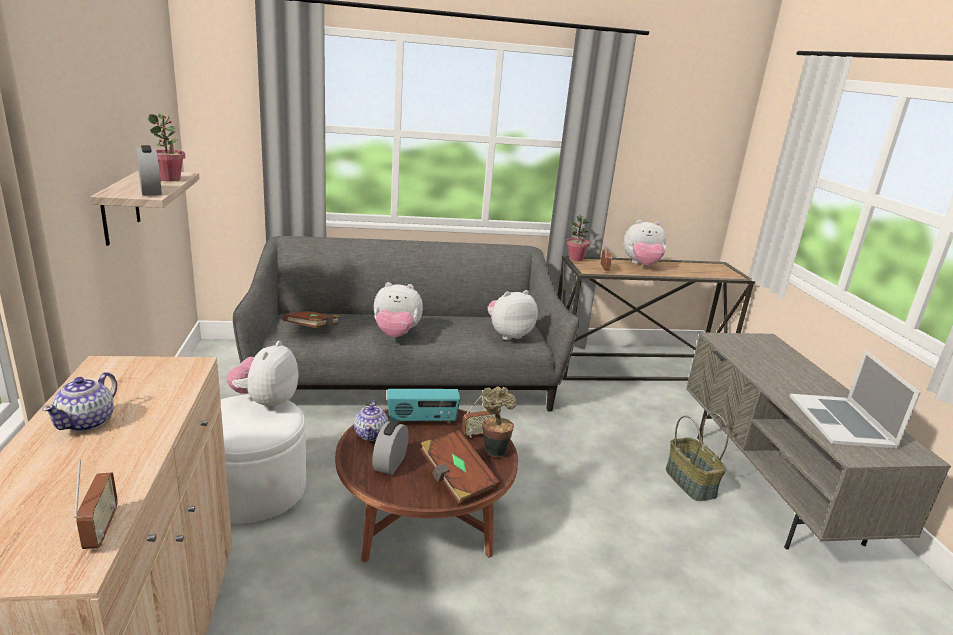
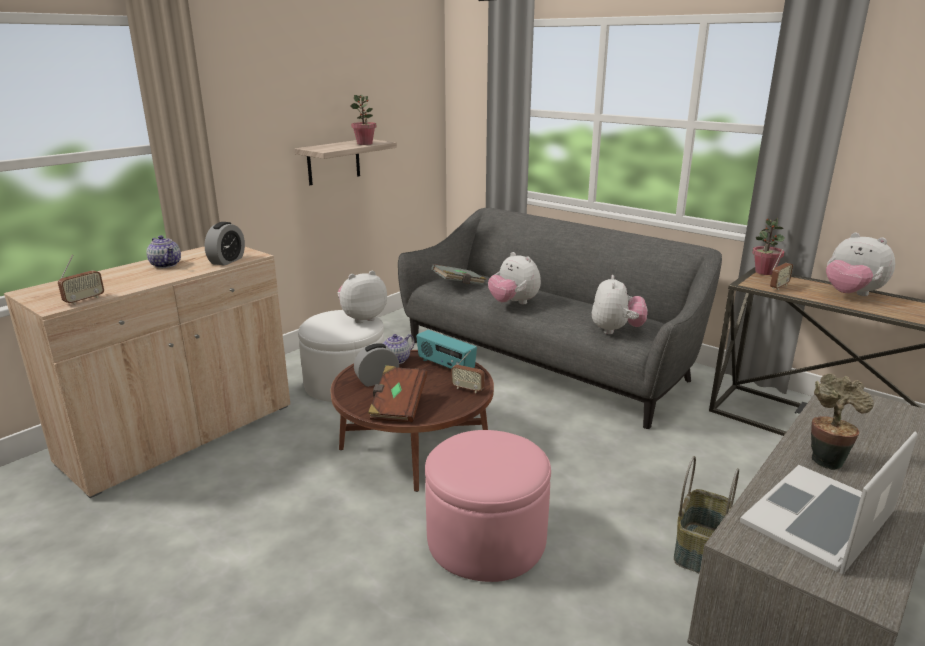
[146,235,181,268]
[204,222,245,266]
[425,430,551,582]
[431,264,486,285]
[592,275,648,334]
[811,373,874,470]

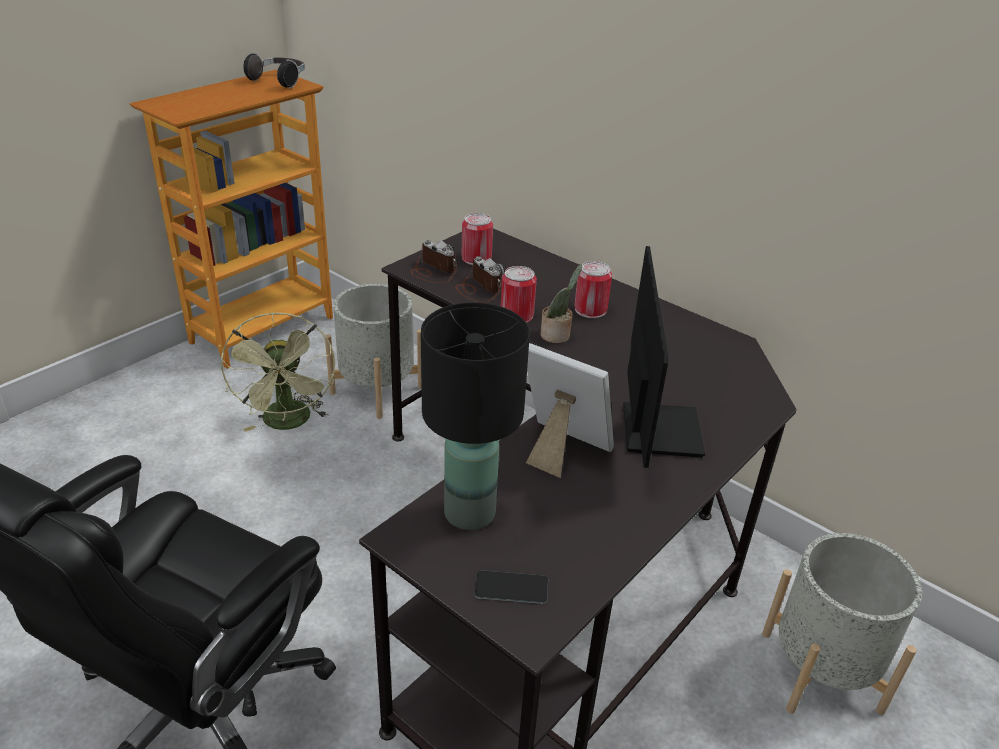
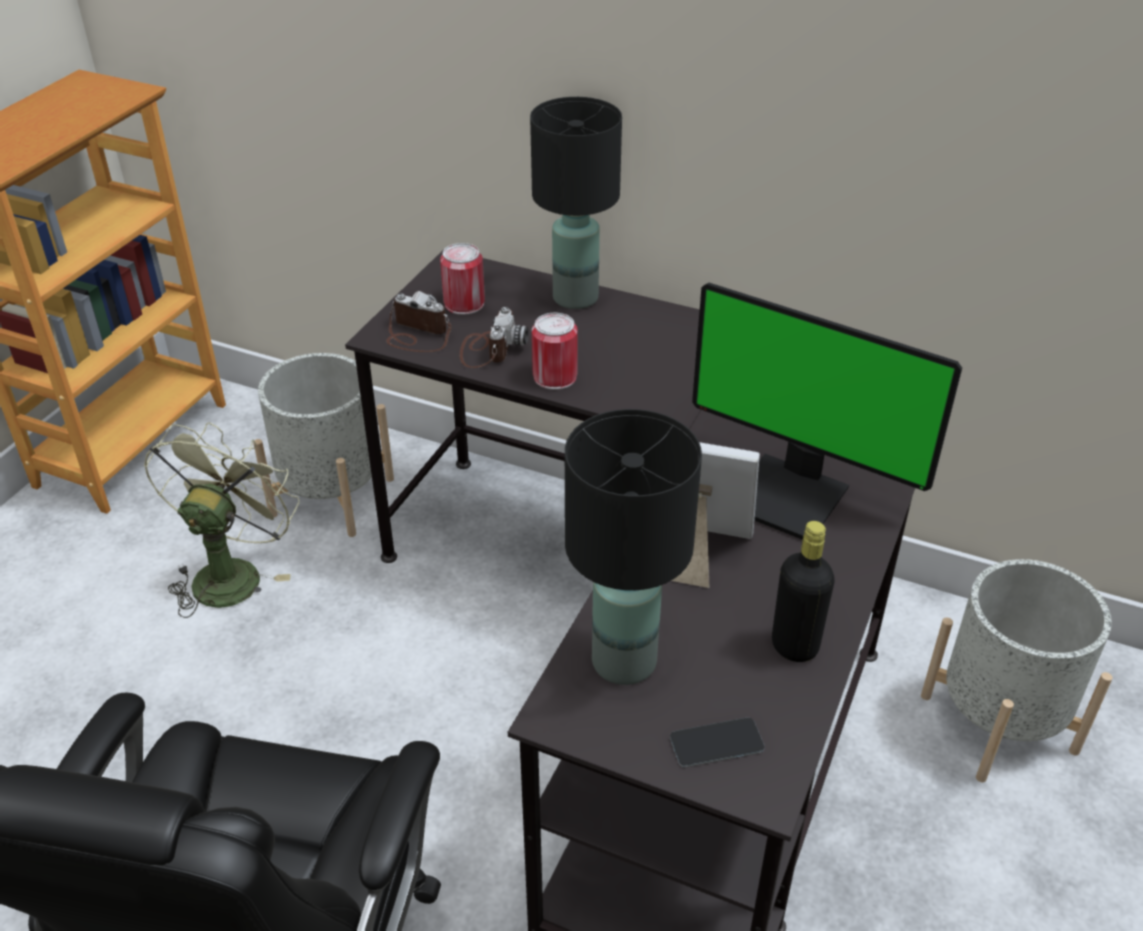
[144,423,300,618]
[460,307,528,368]
[530,97,622,309]
[692,283,962,540]
[772,521,835,662]
[243,52,305,88] (first image)
[541,264,582,343] (first image)
[575,261,612,318] (first image)

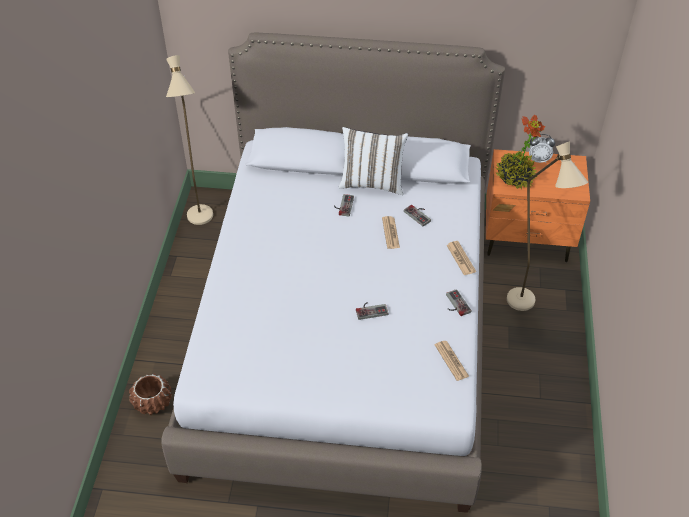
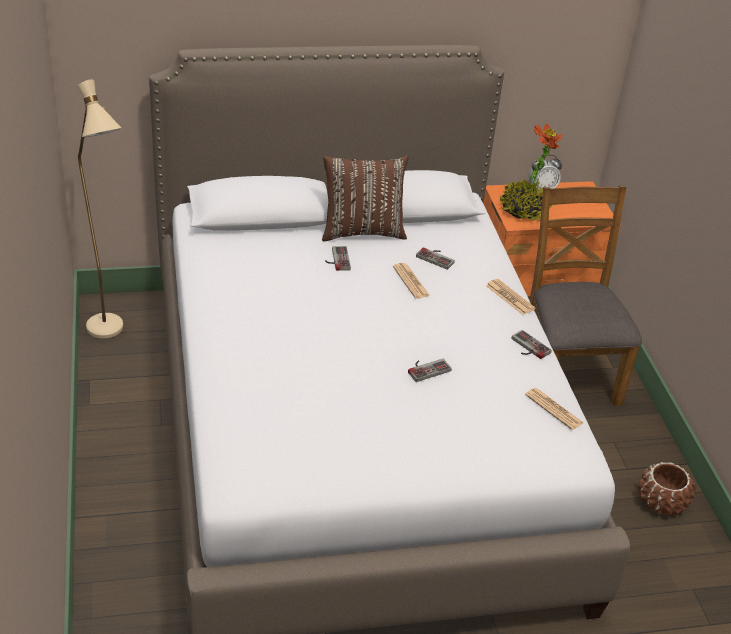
[322,155,409,242]
[529,186,642,406]
[638,462,696,515]

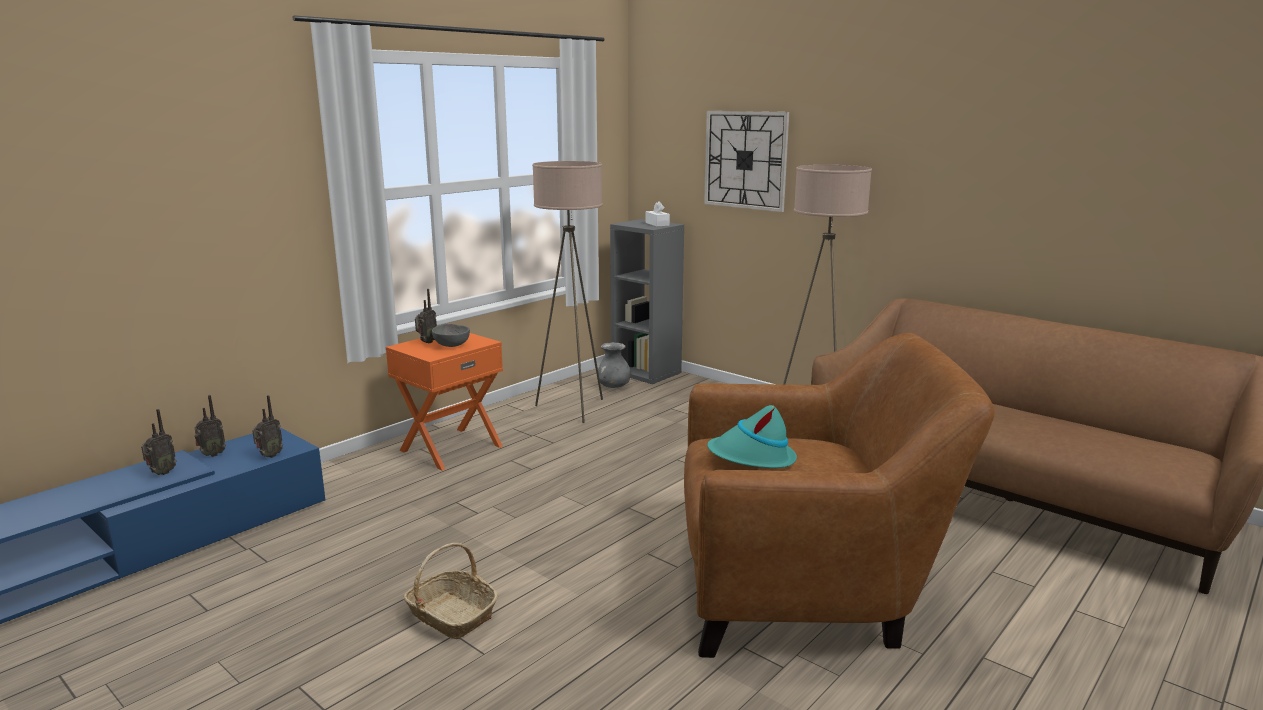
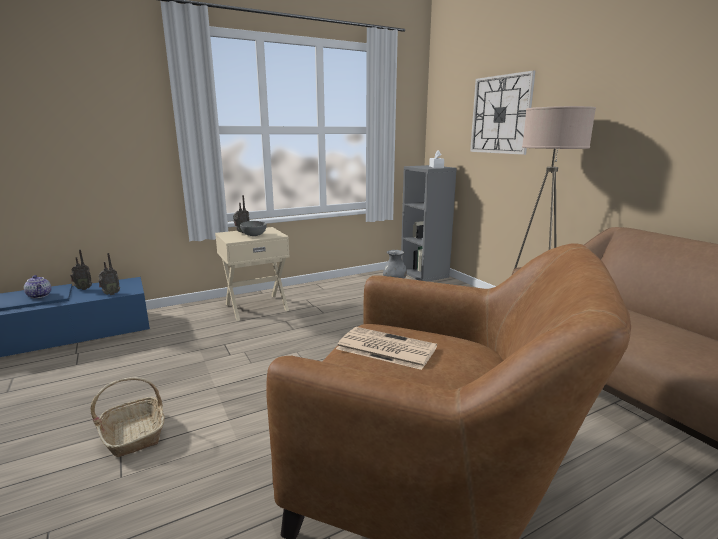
[24,275,51,298]
[215,227,290,321]
[336,327,437,370]
[532,161,603,423] (first image)

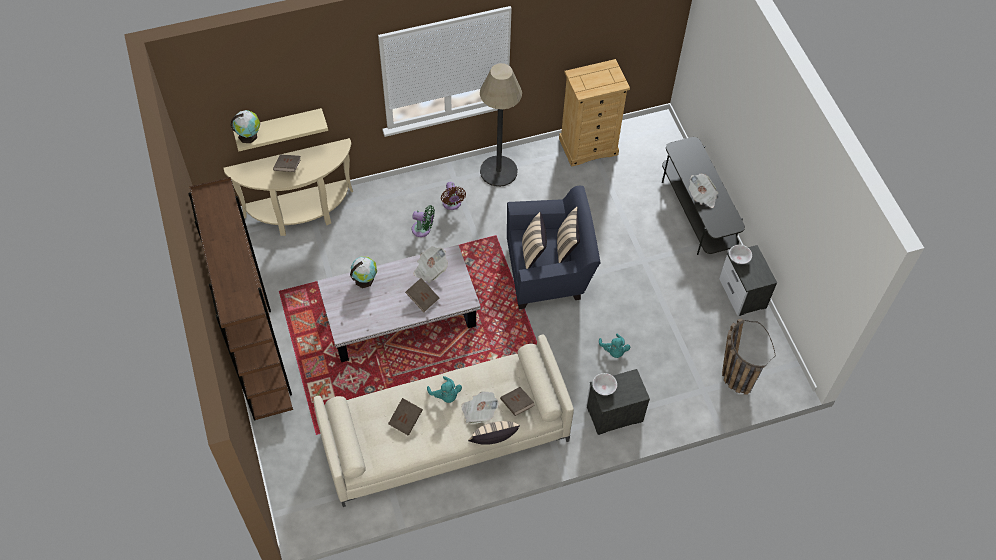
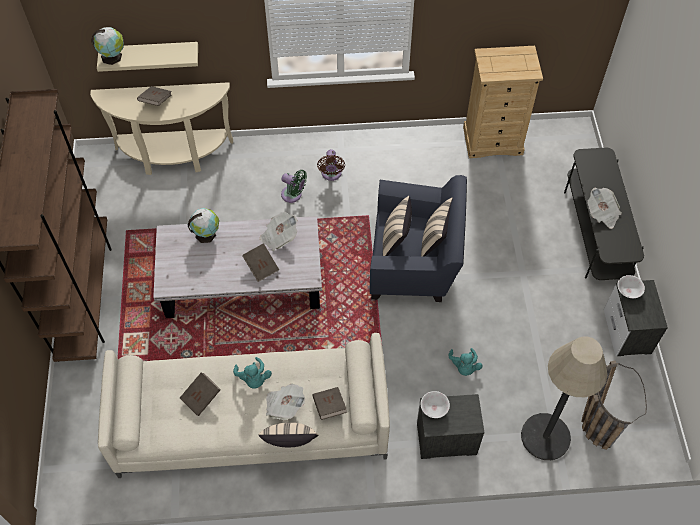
[521,336,607,460]

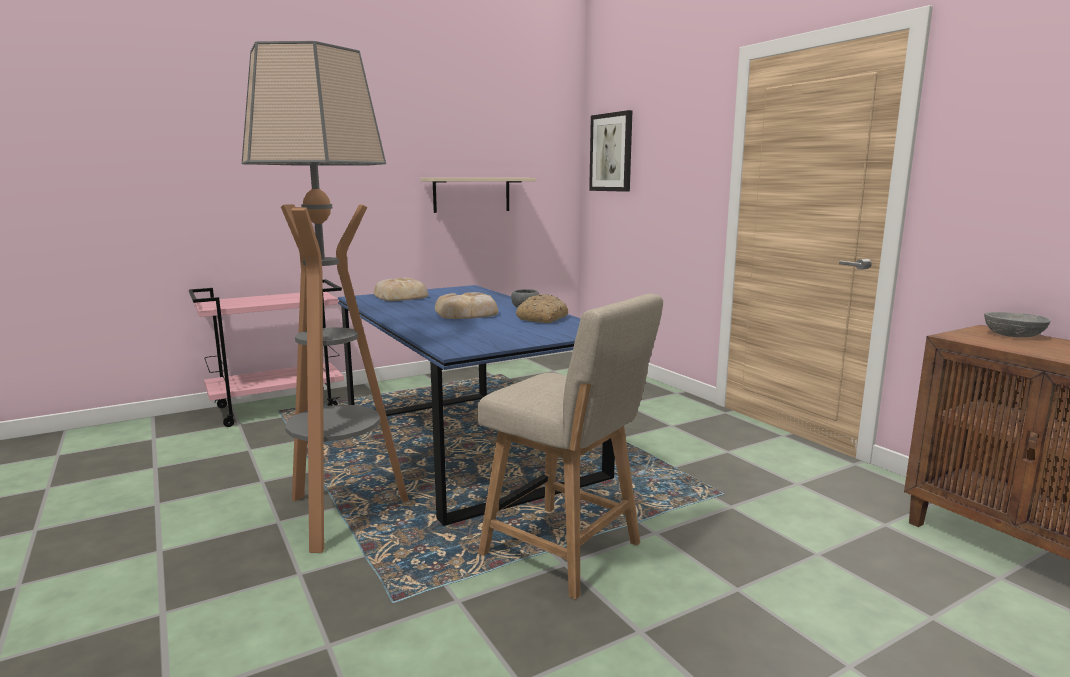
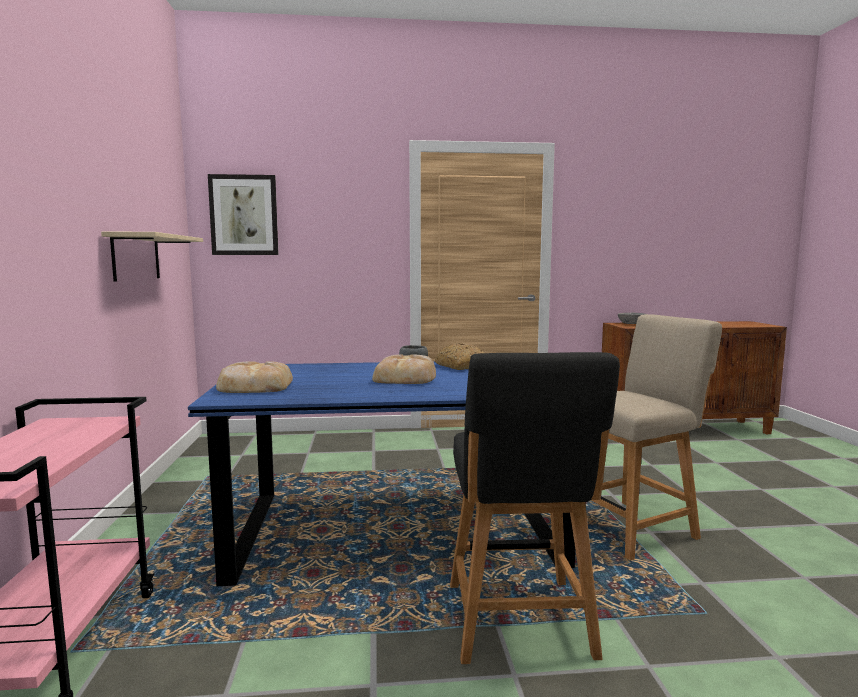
[450,352,620,664]

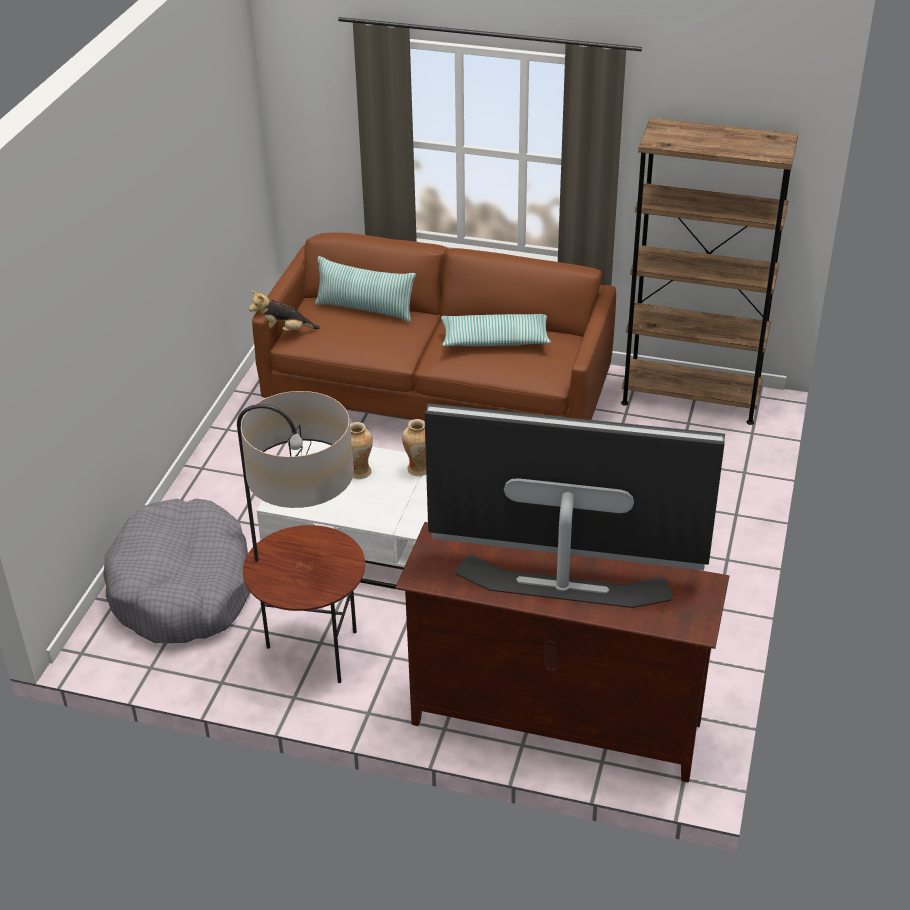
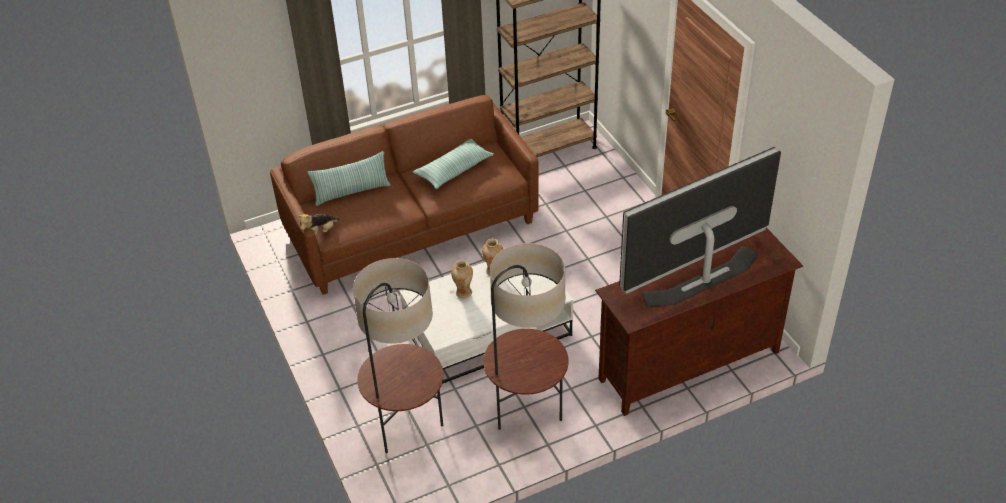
[353,258,443,453]

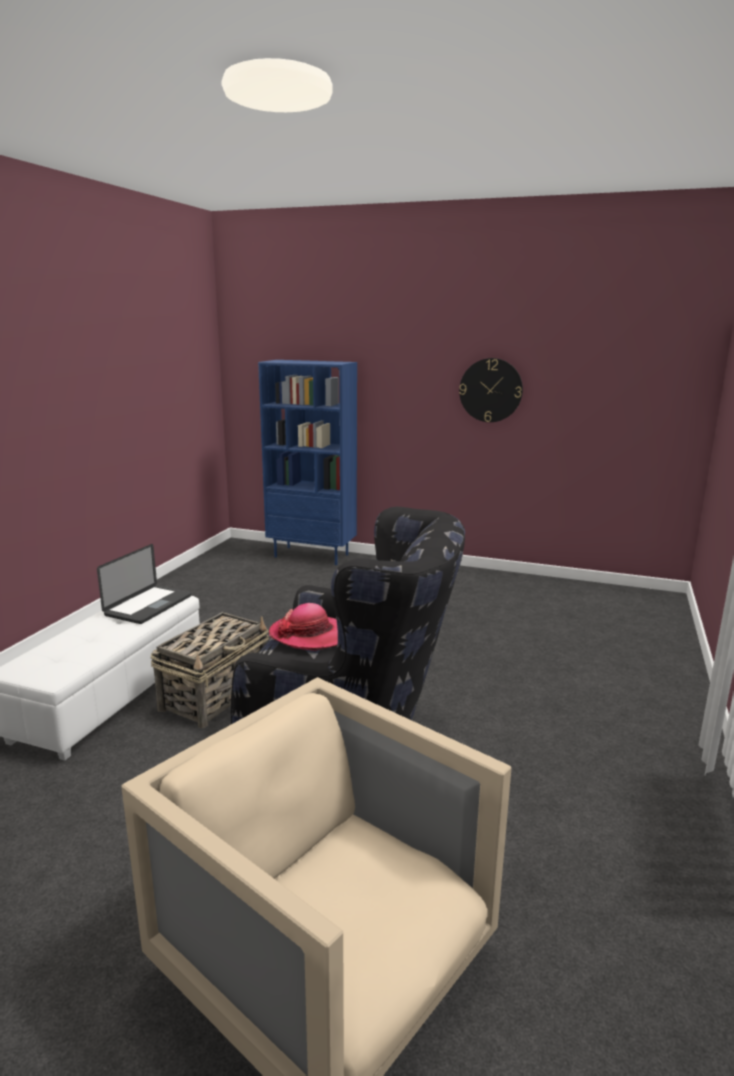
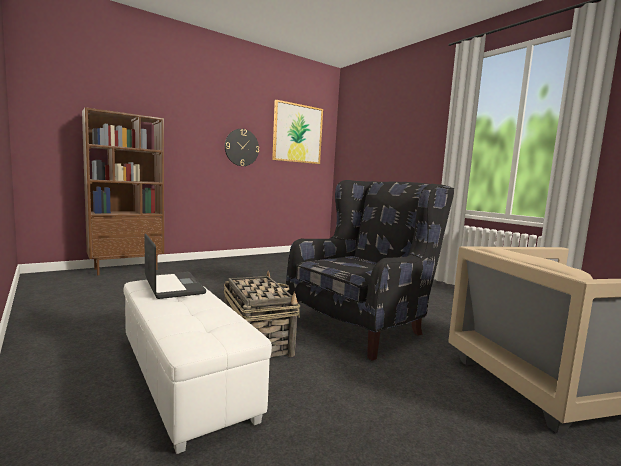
[82,107,164,275]
[272,100,323,164]
[269,603,338,651] (first image)

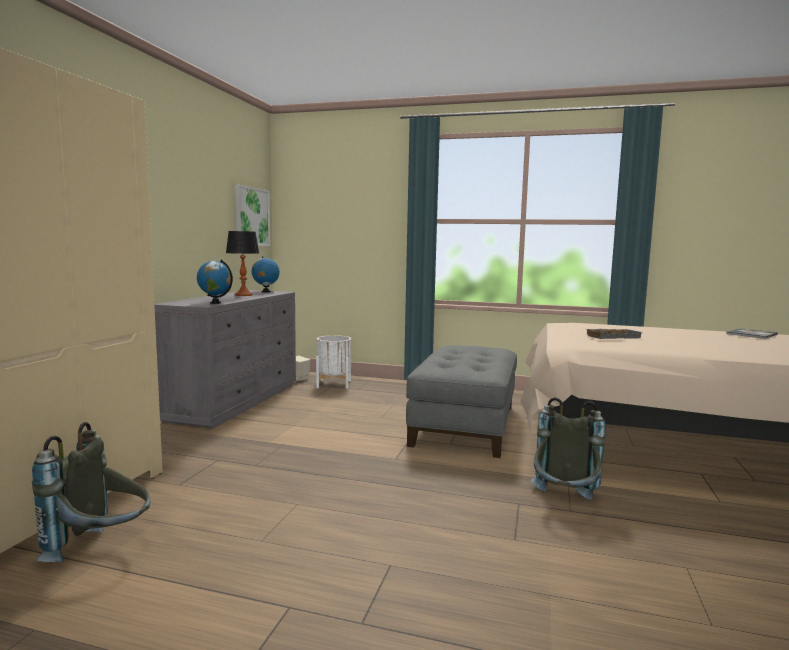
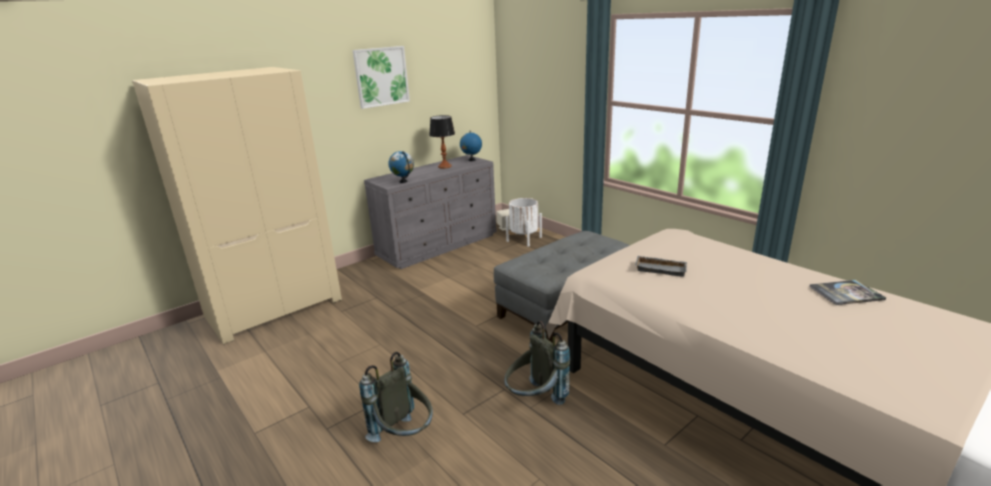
[353,46,410,109]
[359,352,433,442]

